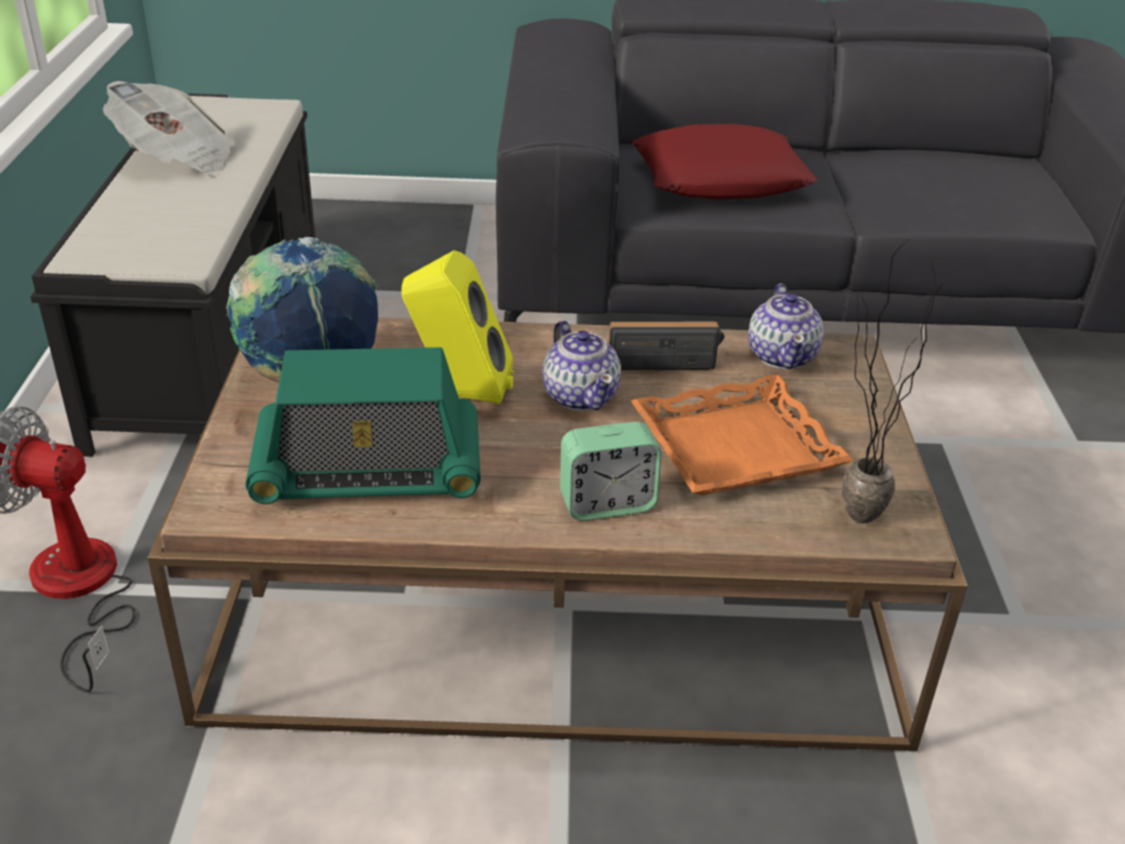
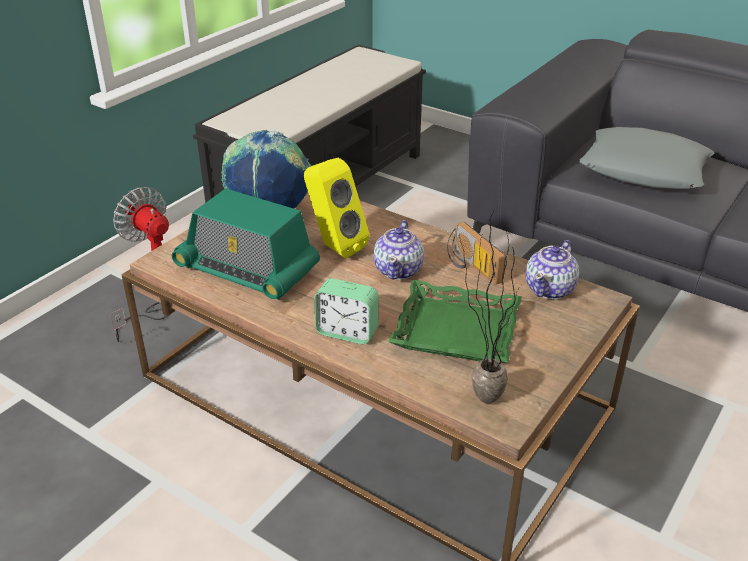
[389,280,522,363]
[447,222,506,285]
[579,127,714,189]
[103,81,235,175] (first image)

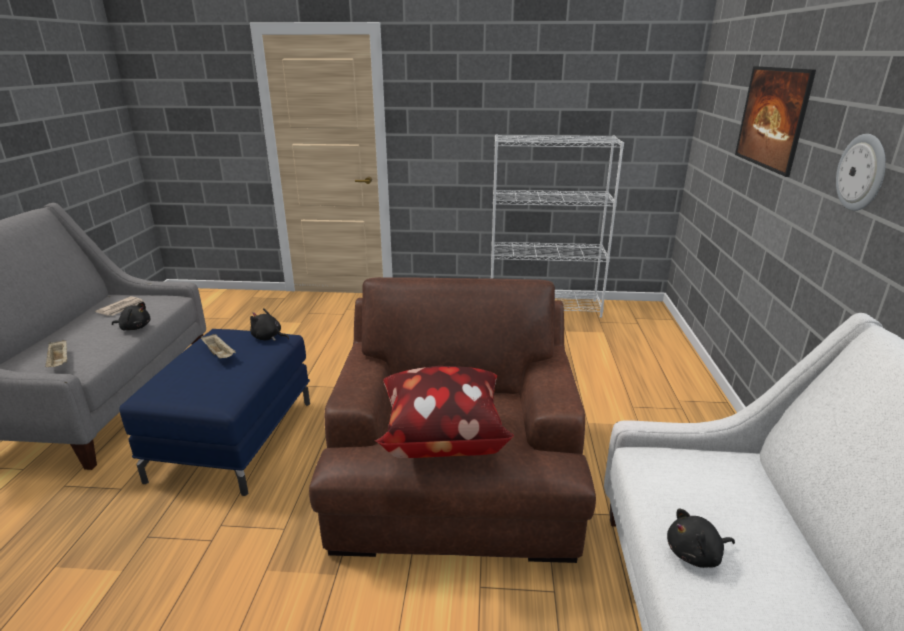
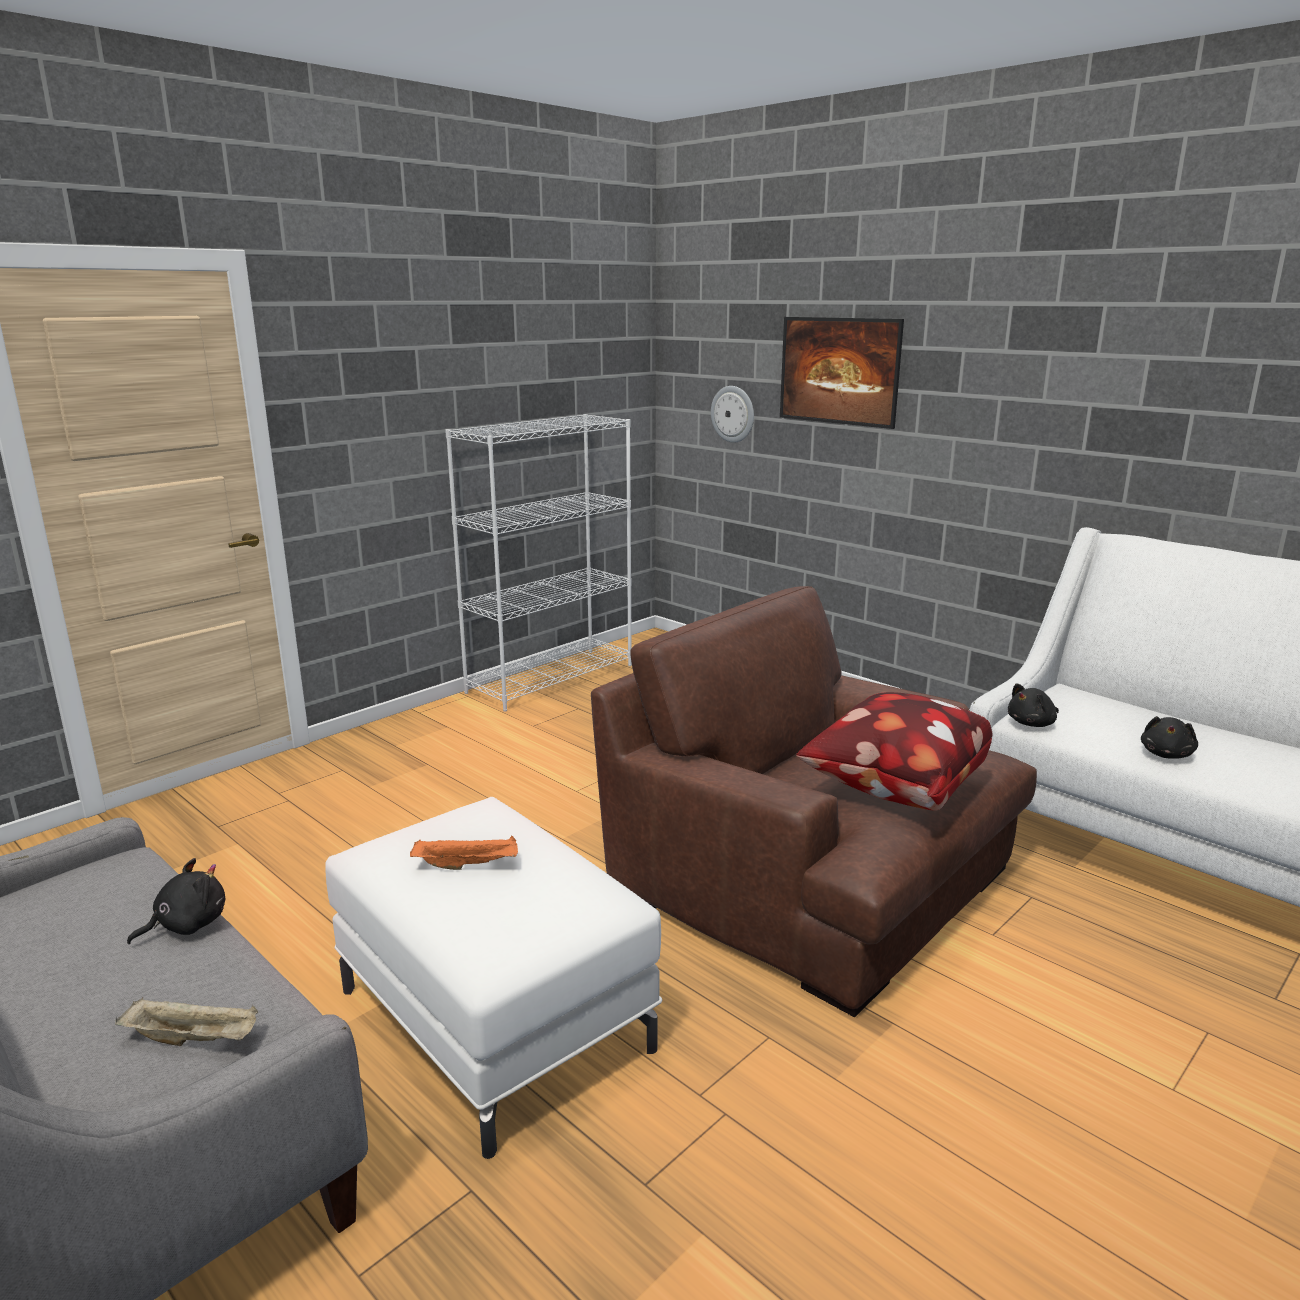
[325,797,662,1159]
[410,836,518,870]
[711,386,754,443]
[1008,683,1059,727]
[95,296,145,316] (first image)

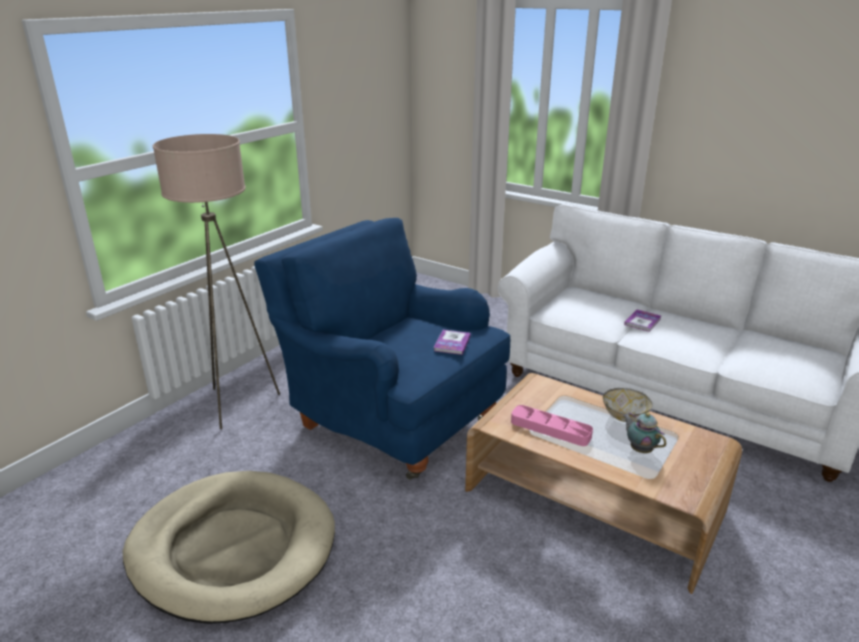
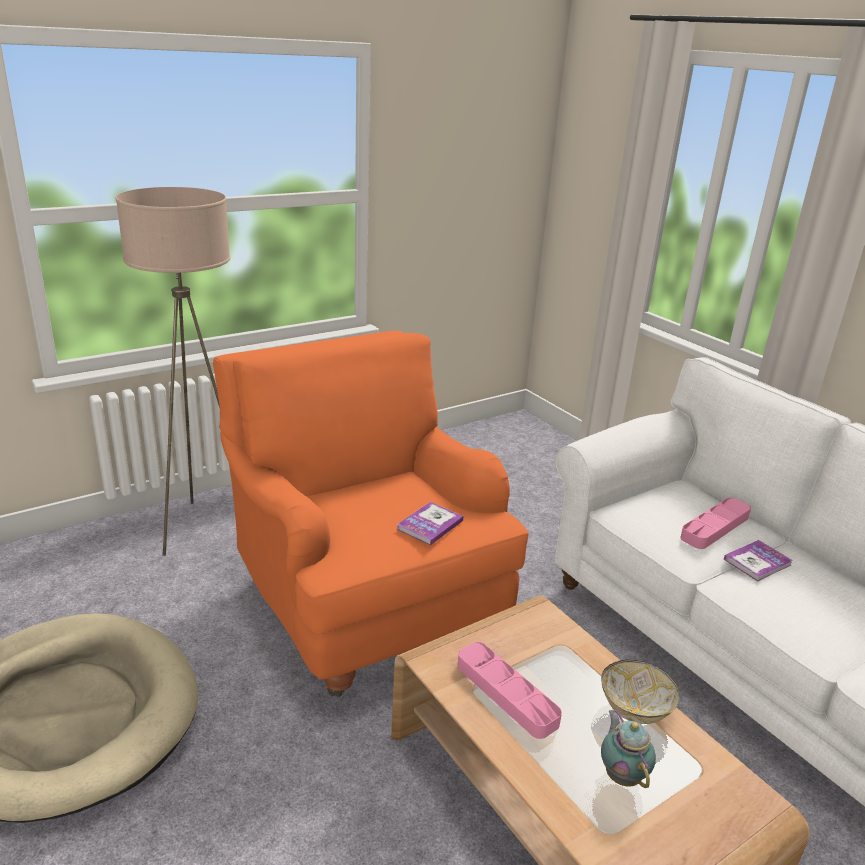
[213,331,528,697]
[680,498,751,549]

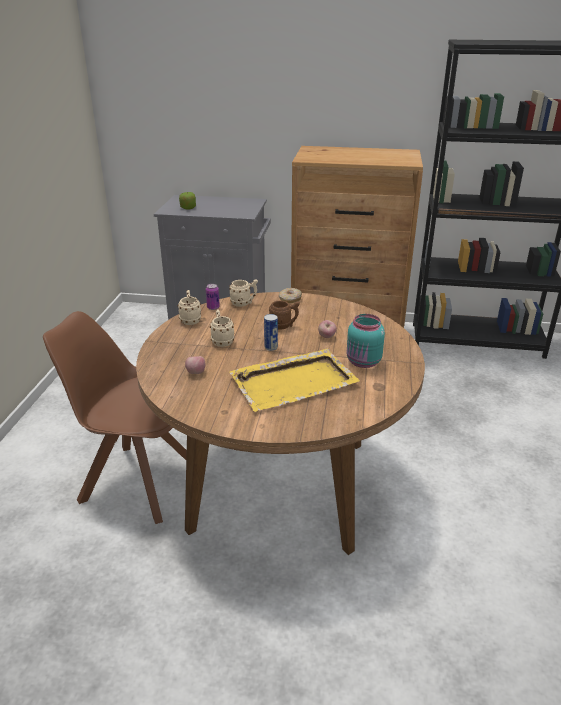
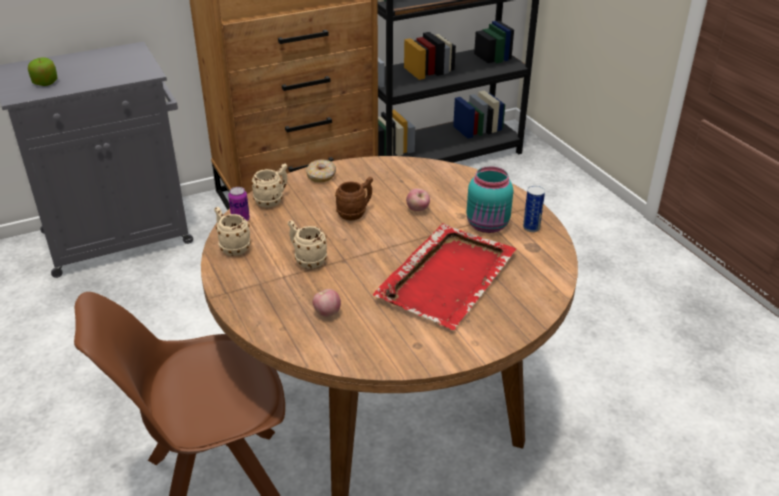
[373,223,516,330]
[523,186,545,232]

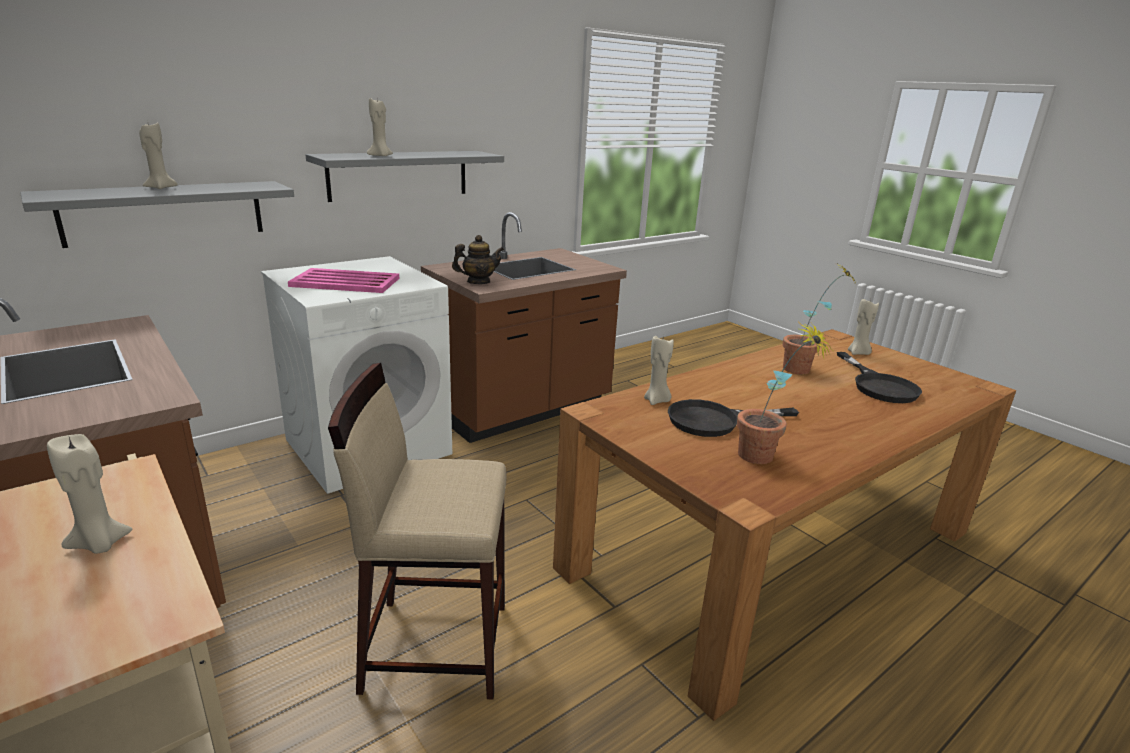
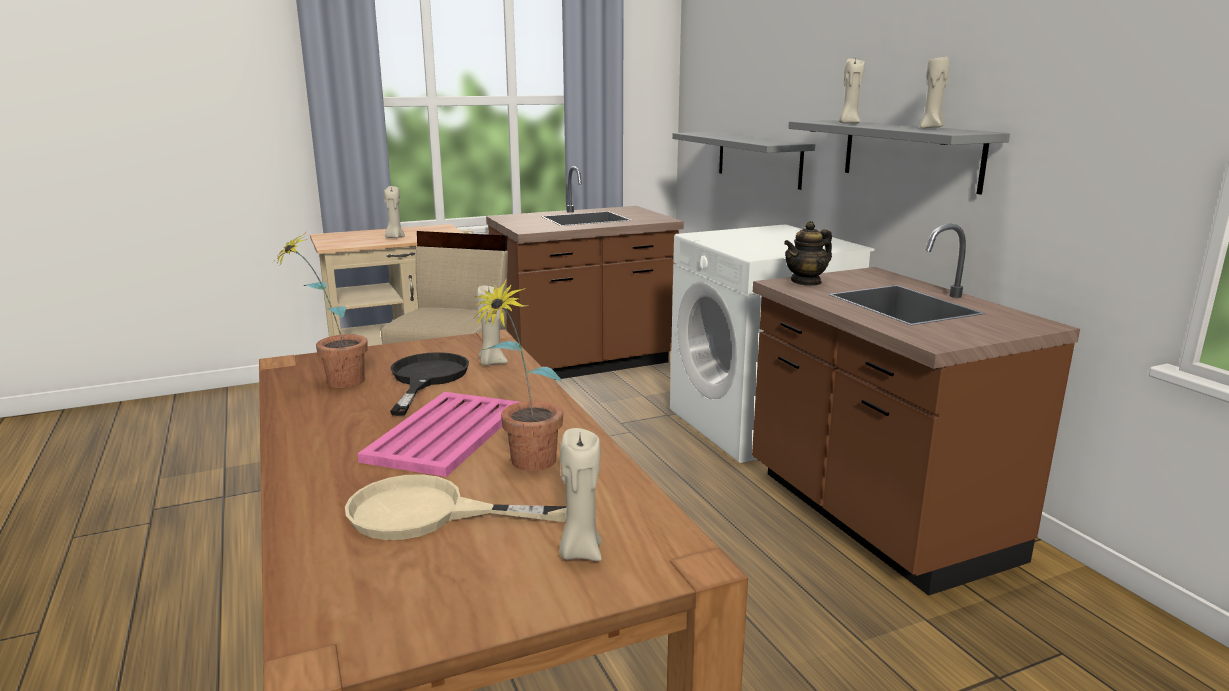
[345,474,567,540]
[357,392,519,477]
[784,221,832,286]
[920,57,950,128]

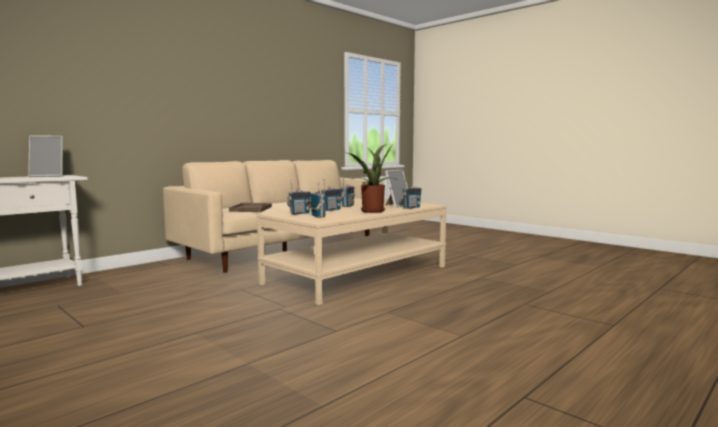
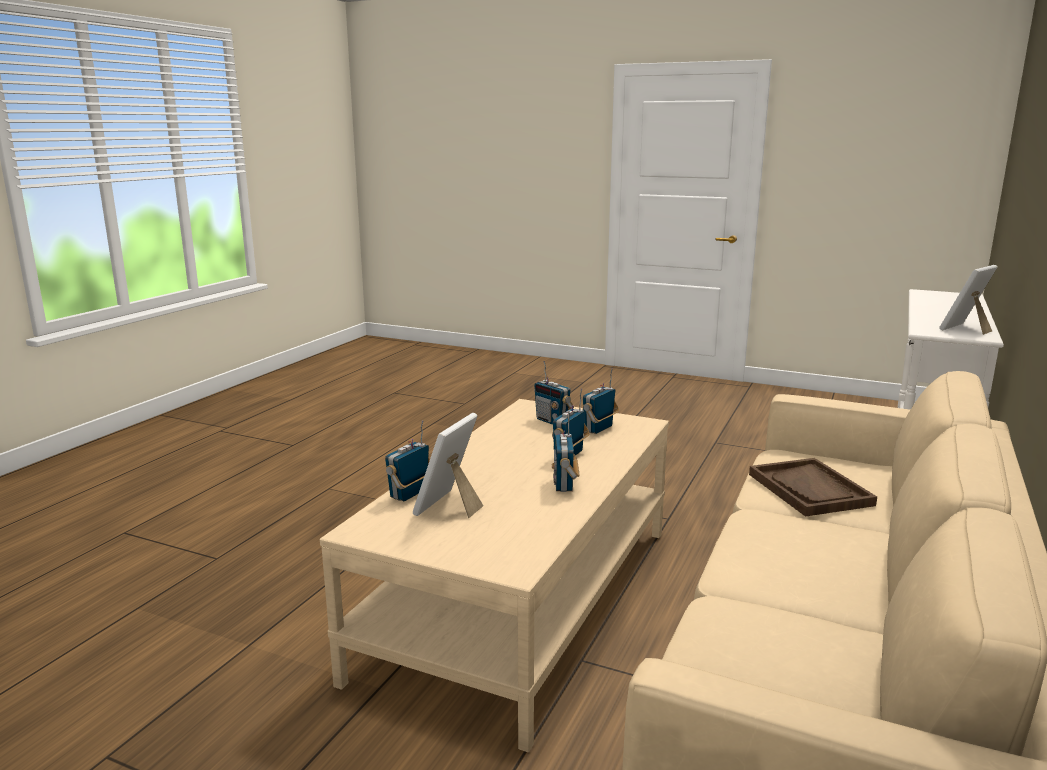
[348,144,396,213] (first image)

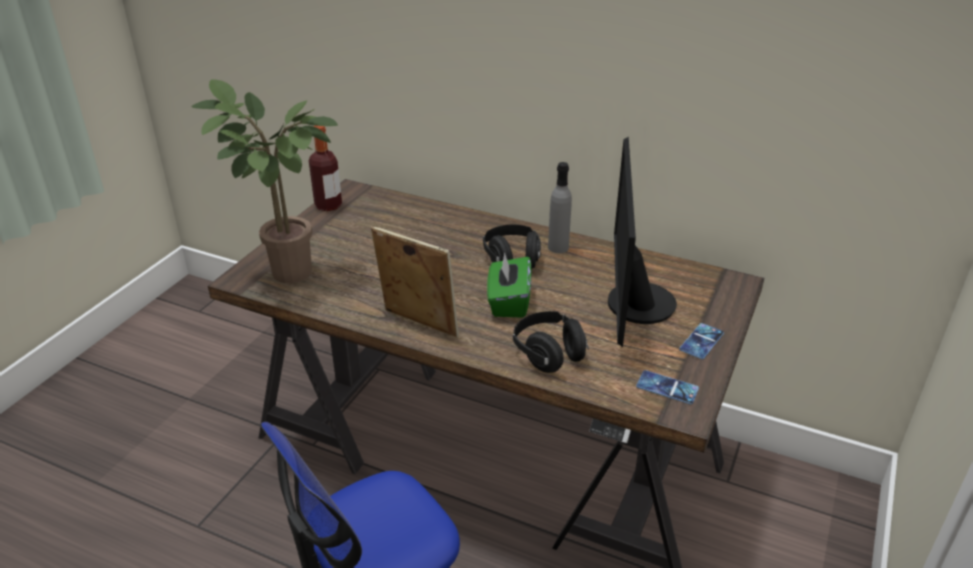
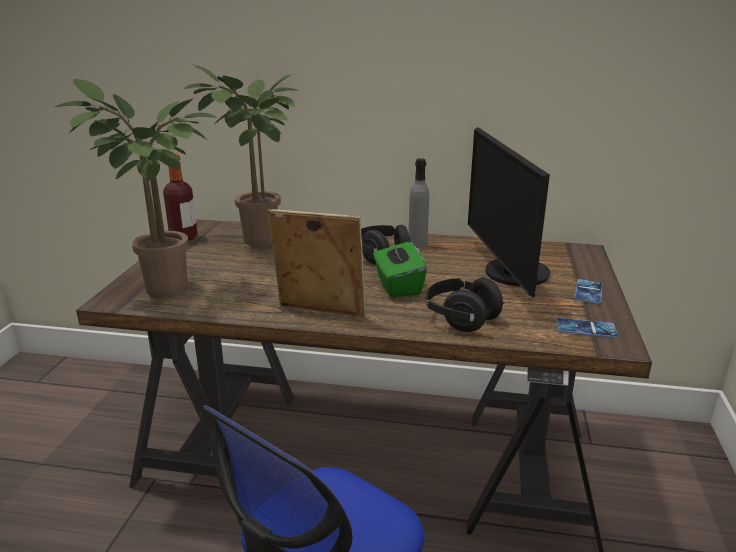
[184,65,297,246]

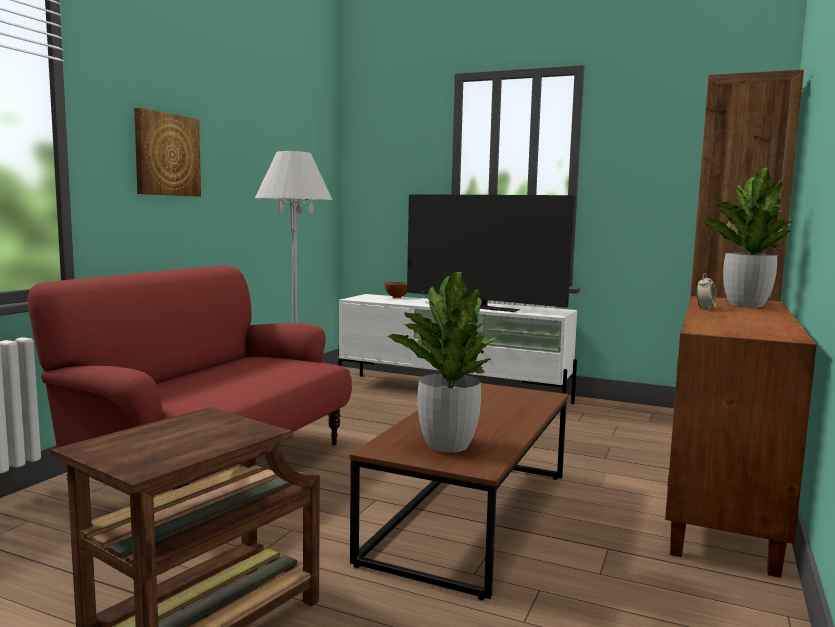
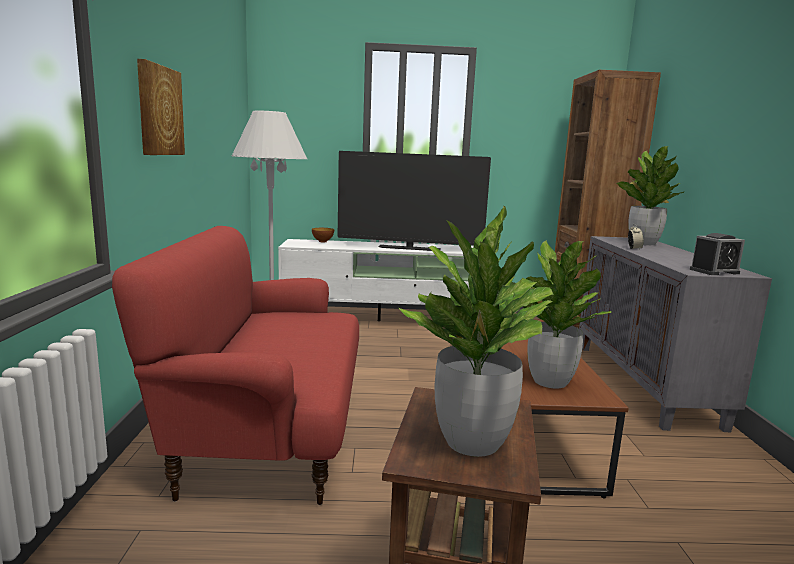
[398,205,554,457]
[579,236,772,432]
[690,233,745,275]

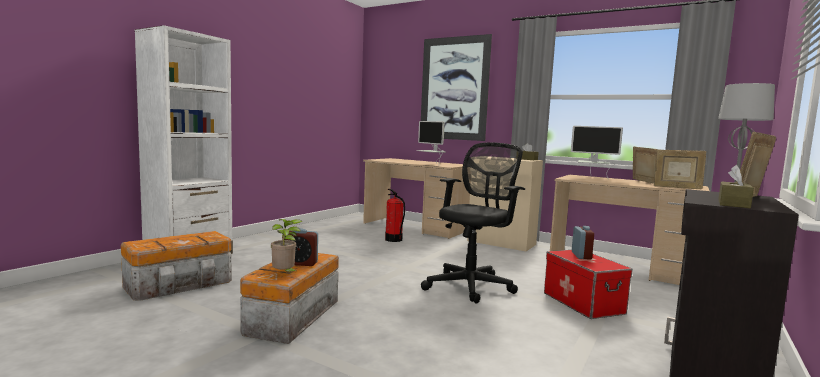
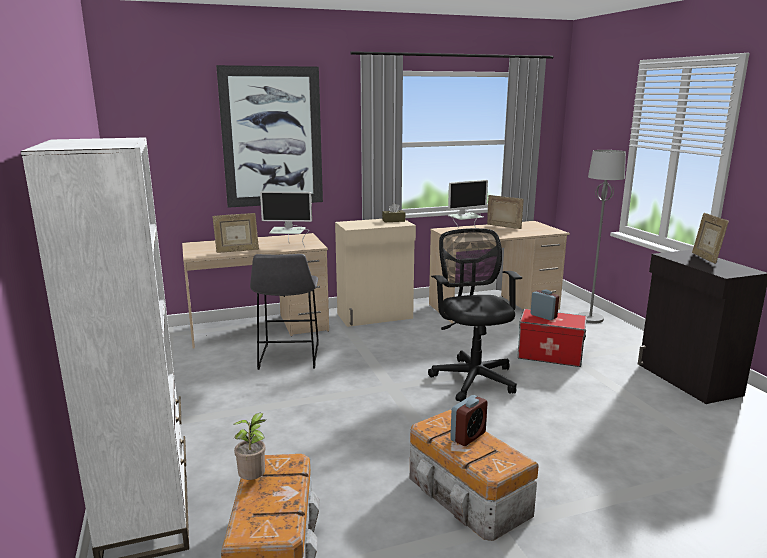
[213,213,259,253]
[233,413,266,480]
[250,254,319,370]
[718,165,754,208] (first image)

